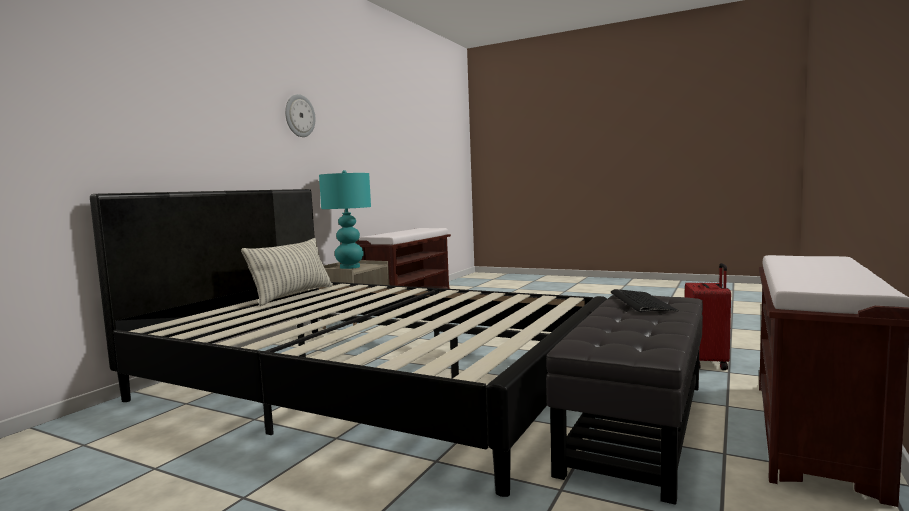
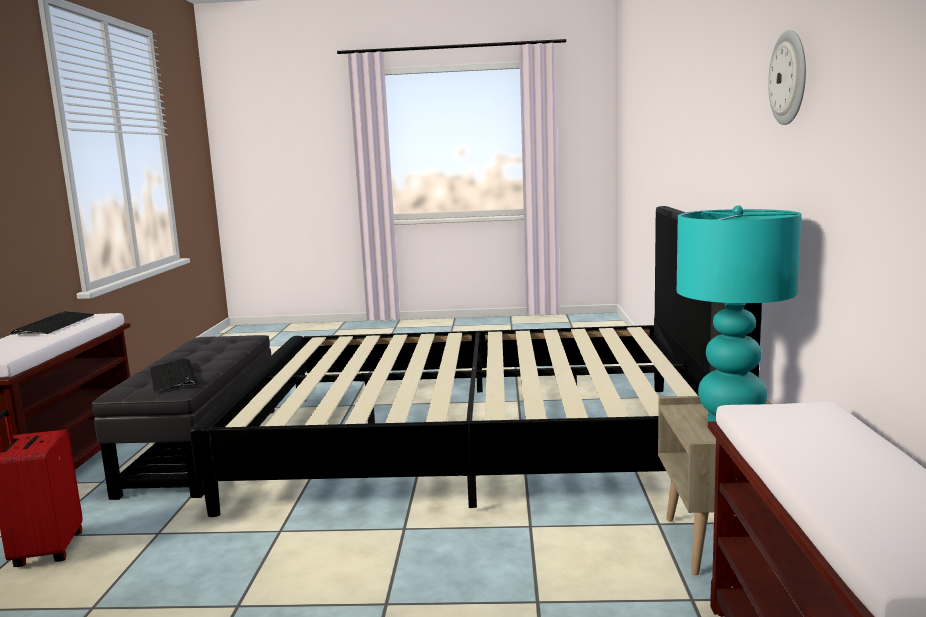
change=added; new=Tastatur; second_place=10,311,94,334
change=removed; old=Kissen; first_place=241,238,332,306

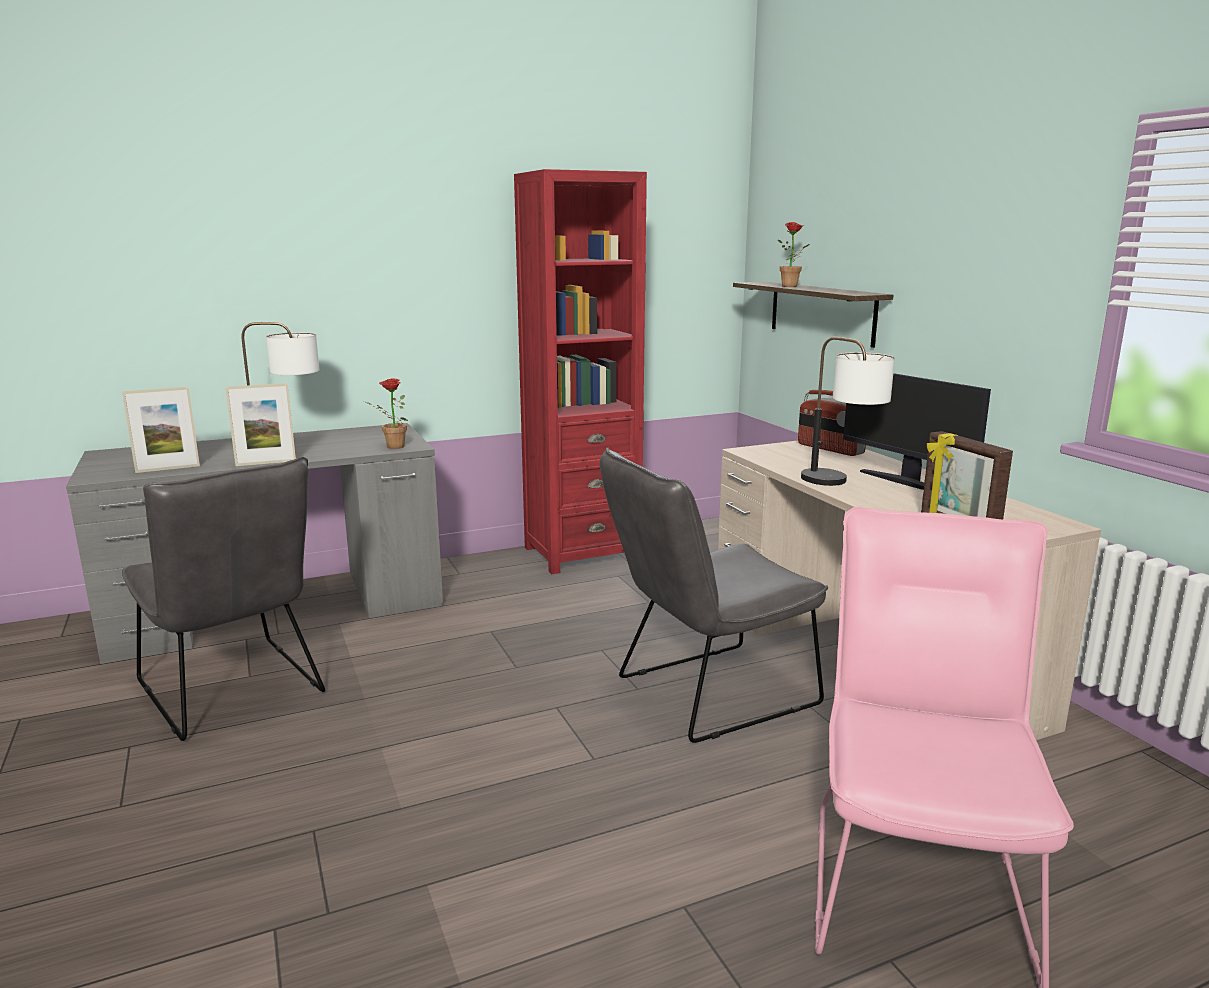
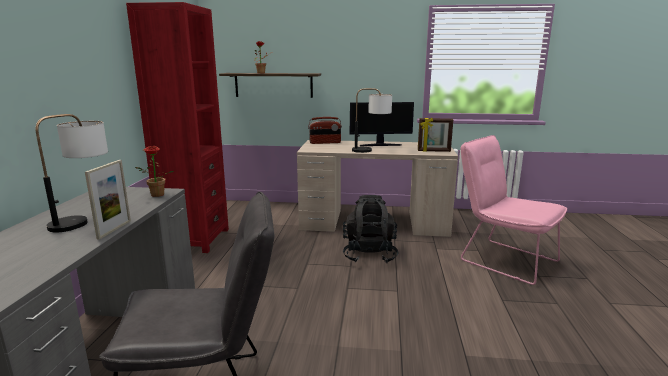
change=replaced; old=Stuhl/grau; new=Rucksack/schwarz; first_place=600,448,828,743; second_place=343,195,398,263
change=removed; old=Bilderrahmen; first_place=122,387,200,473

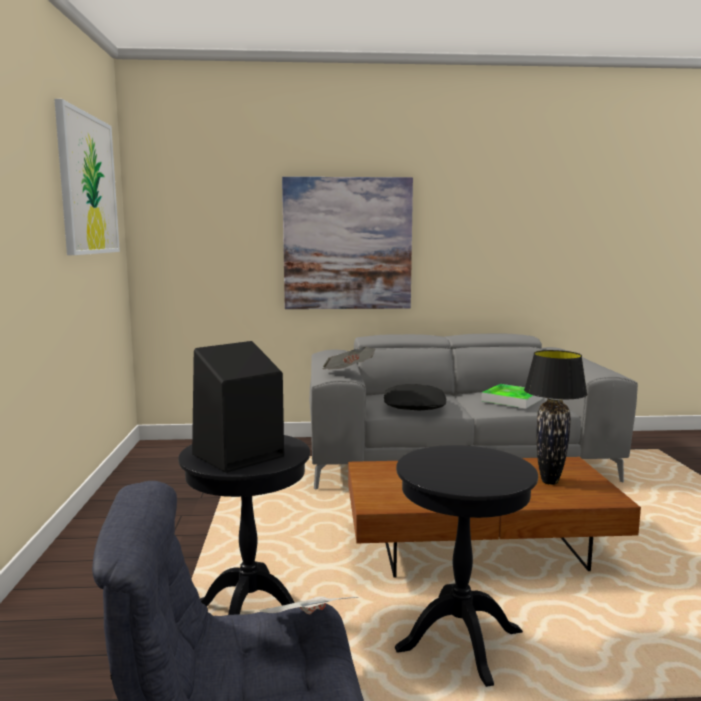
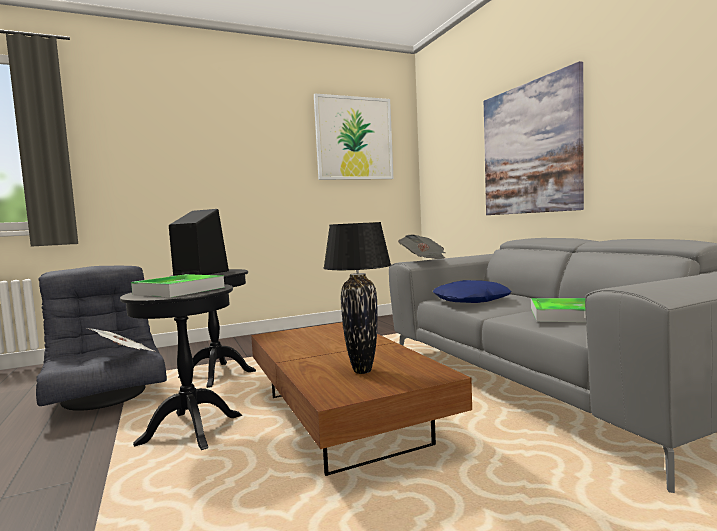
change=added; new=Tablett; second_place=131,274,225,298
change=recoloured; old=Kissen/schwarz; new=Kissen/blau; first_place=384,384,446,410; second_place=433,280,511,303

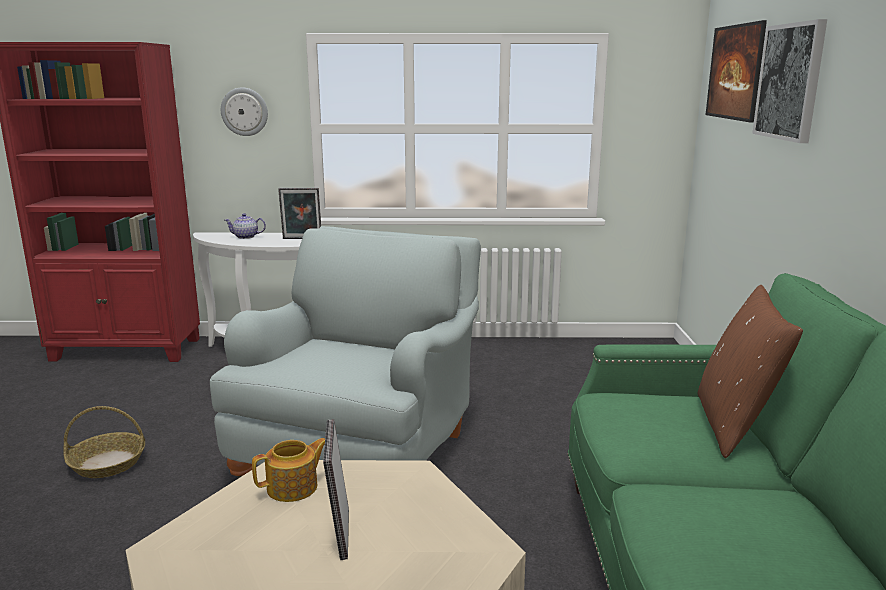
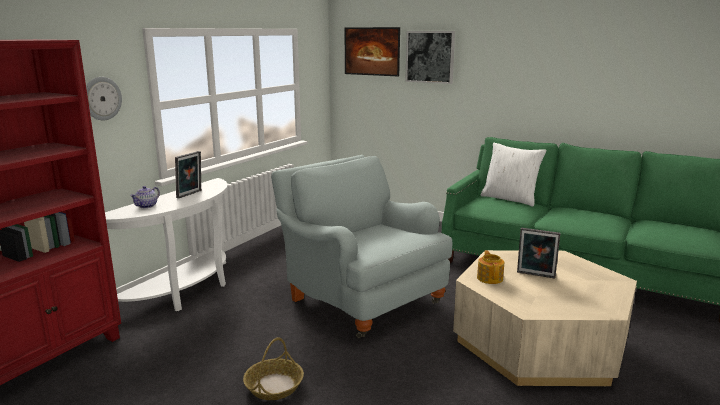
change=recoloured; old=Kissen/braun; new=Kissen/weiß; first_place=698,285,803,458; second_place=480,143,546,207

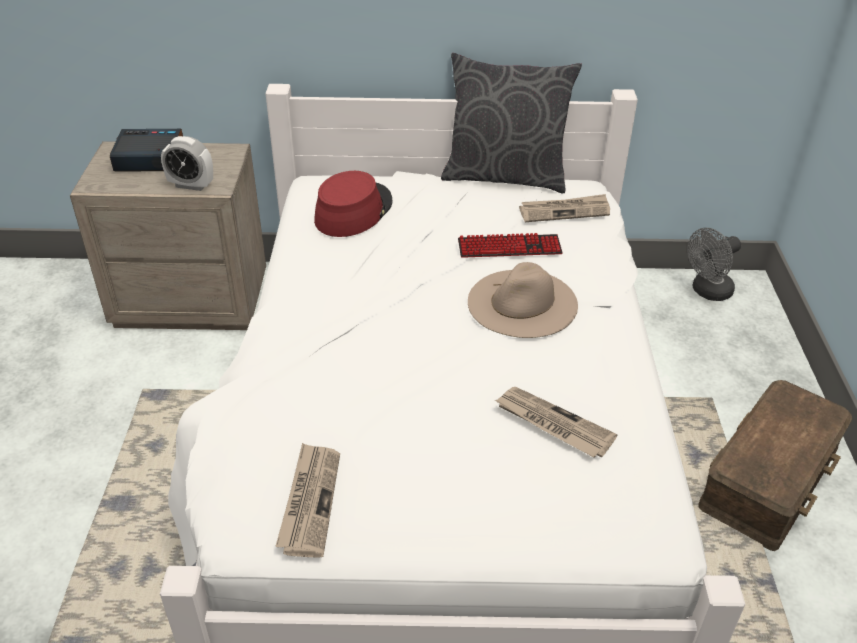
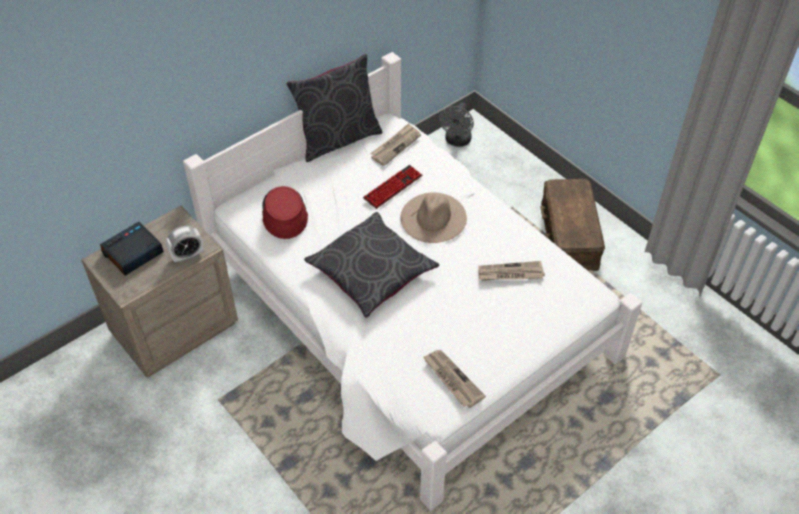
change=added; new=Kissen/grau; second_place=304,212,439,318

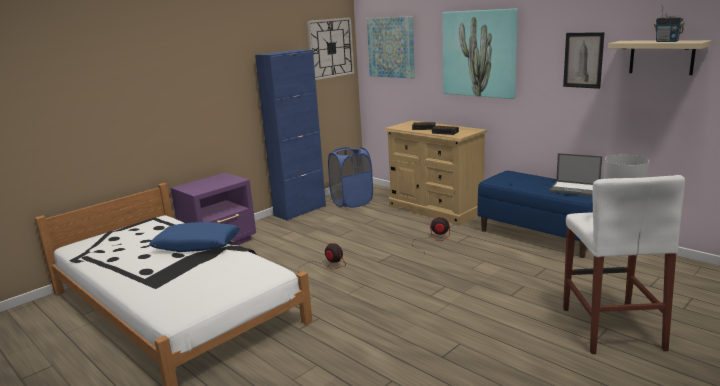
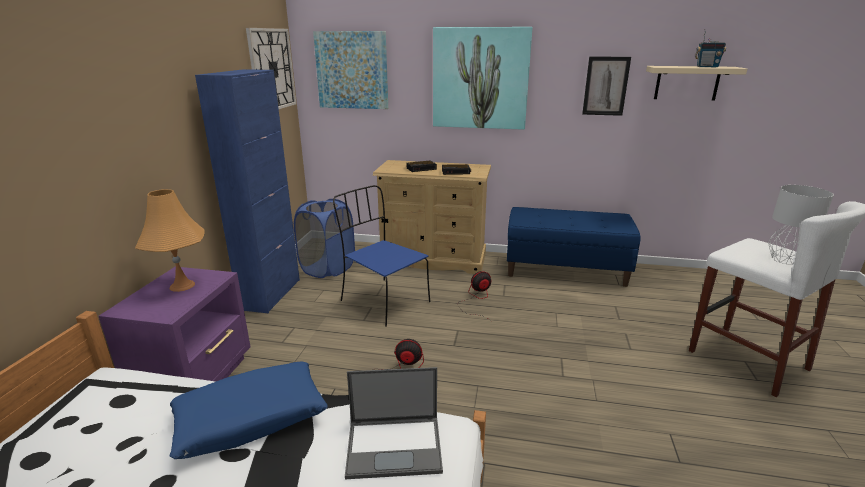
change=added; new=Tischlampe/orange; second_place=135,189,205,292
change=added; new=Stuhl/blau; second_place=333,185,430,327
change=moved; old=Laptop; first_place=549,153,602,196; second_place=345,367,443,479

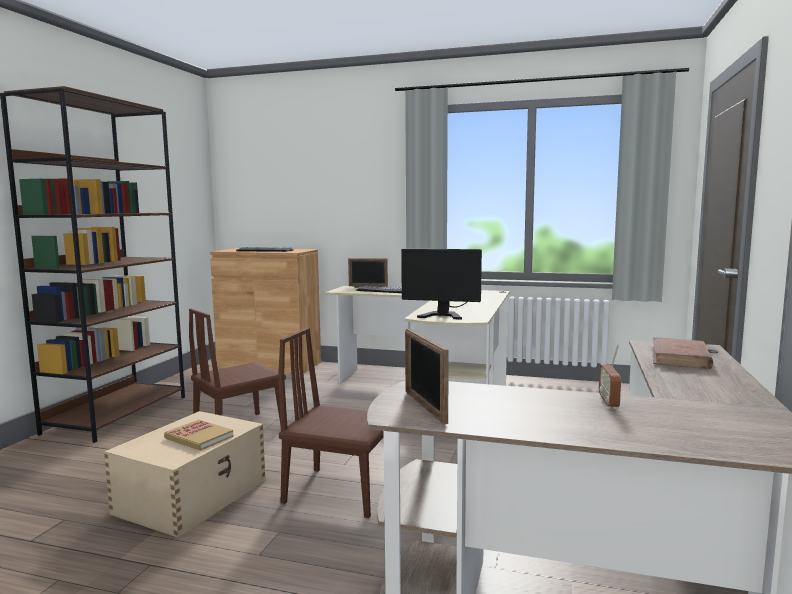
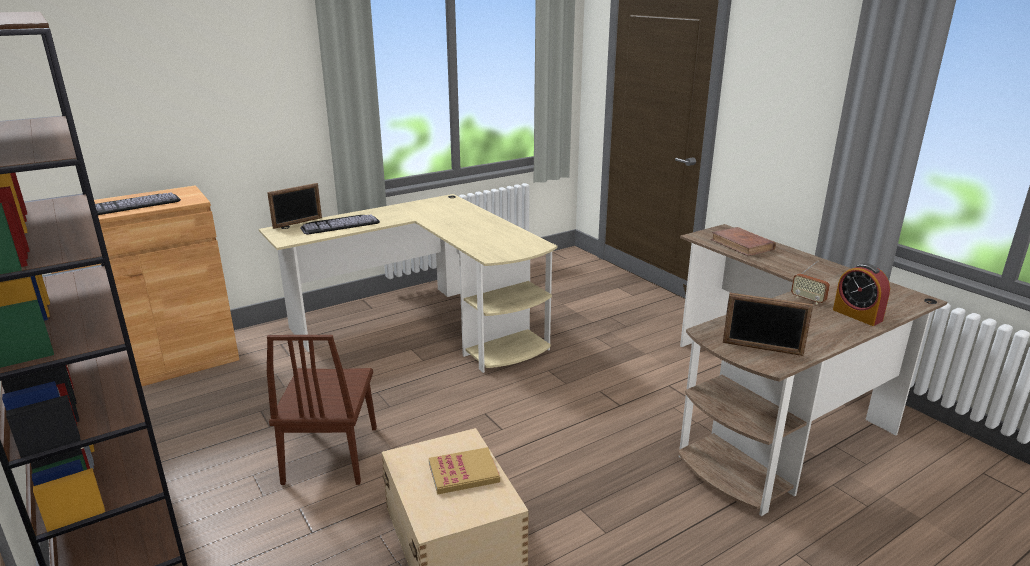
change=added; new=Wecker; second_place=833,263,890,326
change=removed; old=Stuhl/braun; first_place=278,328,384,518
change=removed; old=Monitor; first_place=401,249,482,320

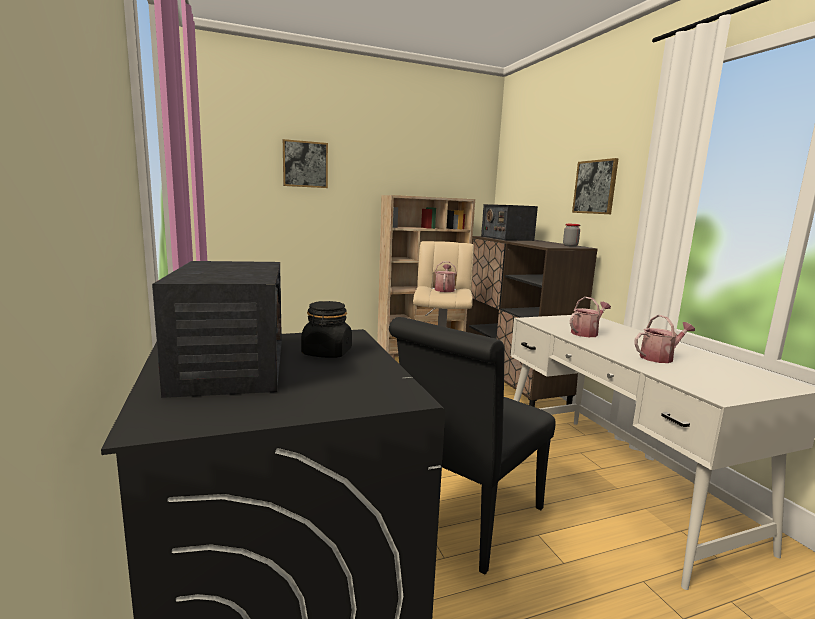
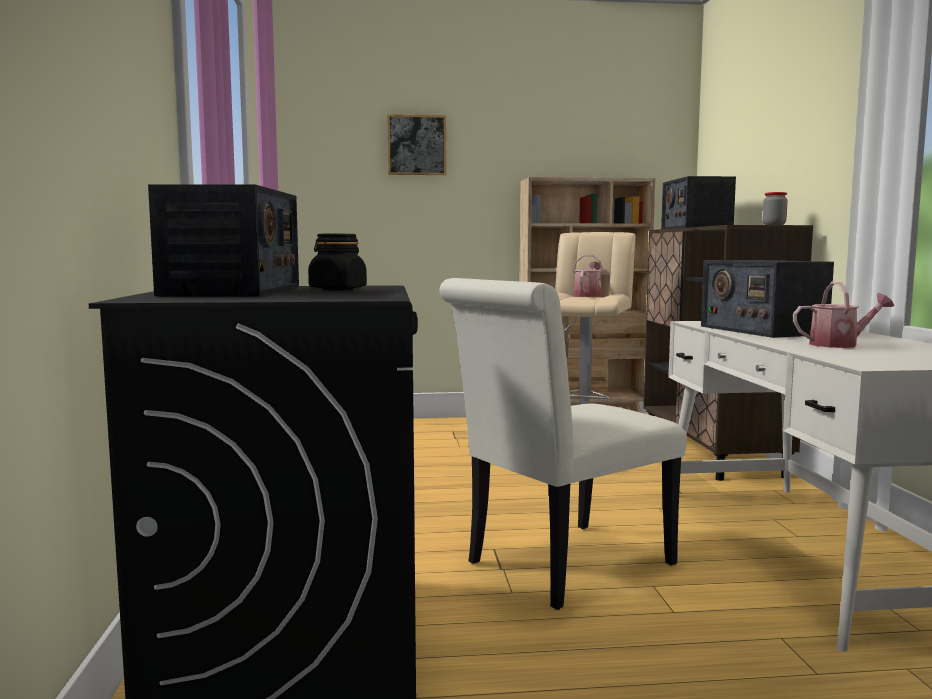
change=recoloured; old=Stuhl/schwarz; new=Stuhl/weiß; first_place=389,317,556,575; second_place=439,278,687,610
change=replaced; old=Gießkanne; new=Radio; first_place=570,297,611,337; second_place=701,260,834,338
change=removed; old=Bild; first_place=572,158,619,214

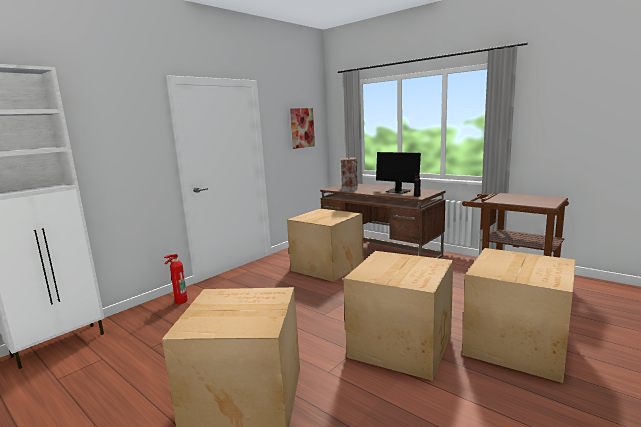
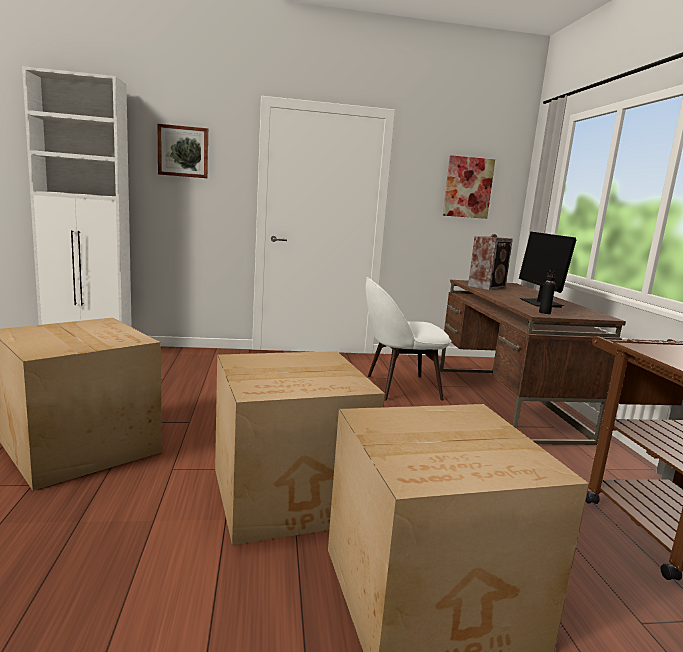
change=added; new=Bild; second_place=158,124,208,178
change=replaced; old=Karton; new=Stuhl/weiß; first_place=287,208,364,282; second_place=366,277,451,401
change=removed; old=Feuerlöscher; first_place=164,254,188,304

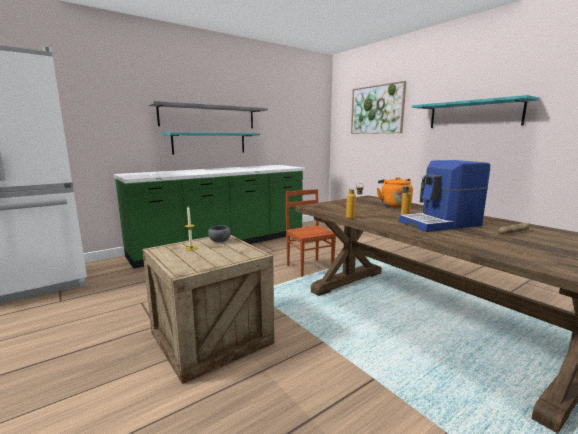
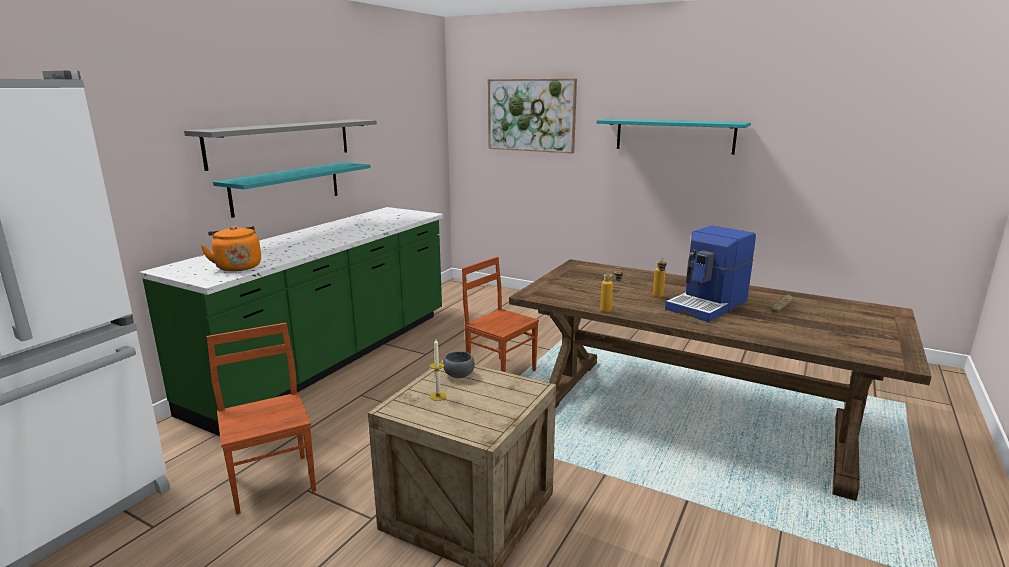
change=moved; old=Wasserkessel/orange; first_place=377,177,413,208; second_place=200,226,261,271
change=added; new=Stuhl/braun; second_place=207,323,316,515

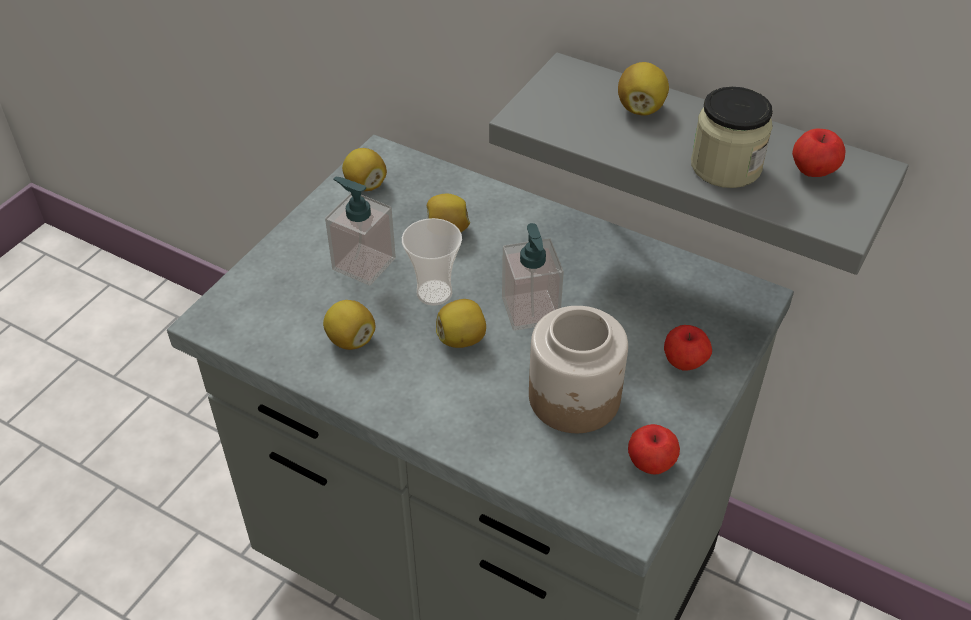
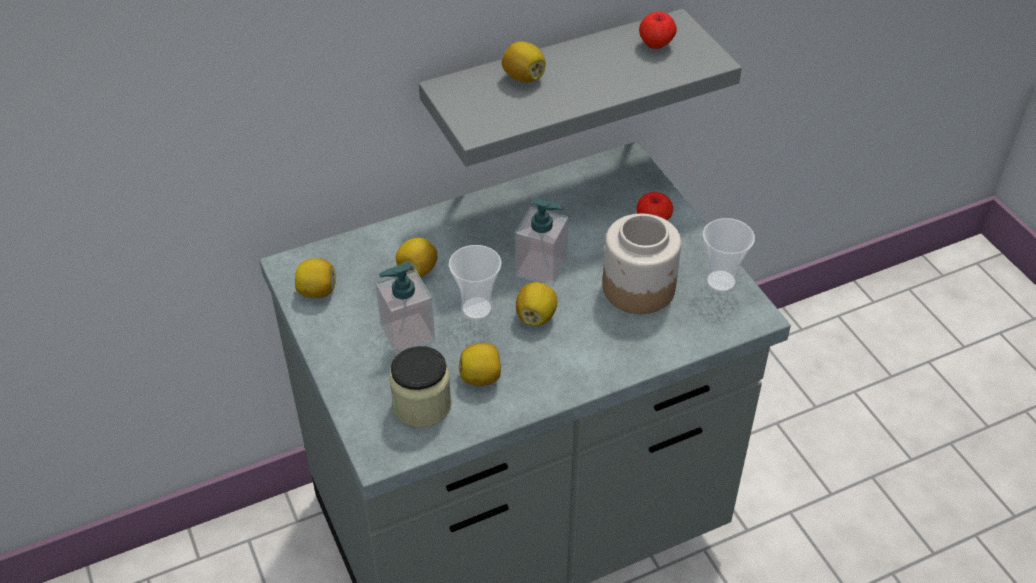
change=moved; old=Vorratsglas; first_place=691,87,773,188; second_place=389,346,451,428
change=replaced; old=Apfel; new=Tasse; first_place=628,424,680,474; second_place=703,218,755,293

